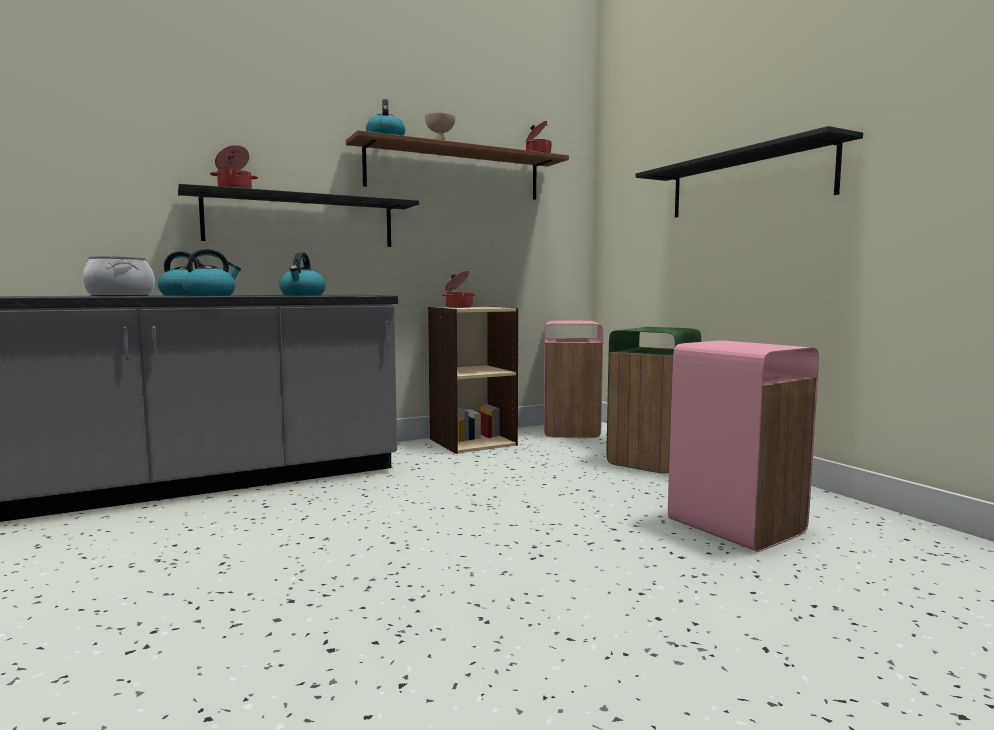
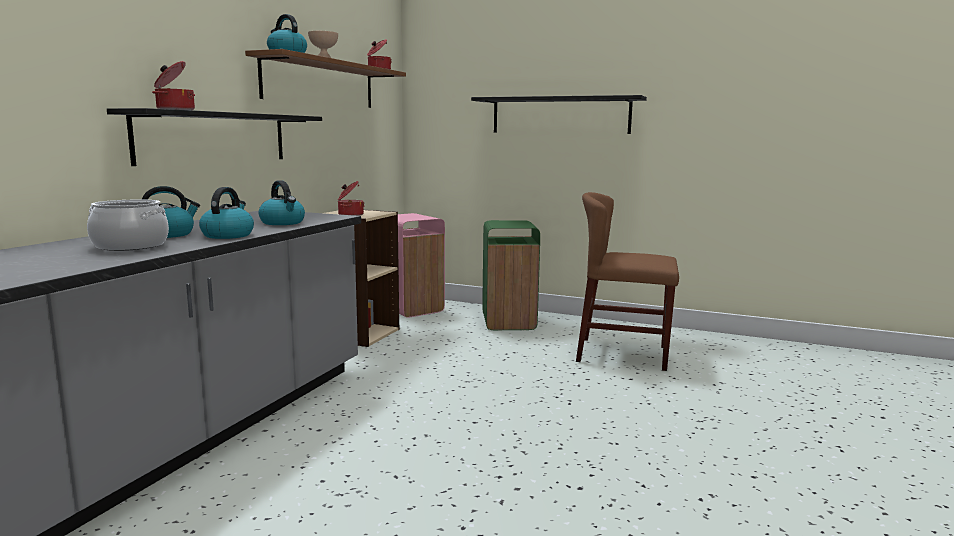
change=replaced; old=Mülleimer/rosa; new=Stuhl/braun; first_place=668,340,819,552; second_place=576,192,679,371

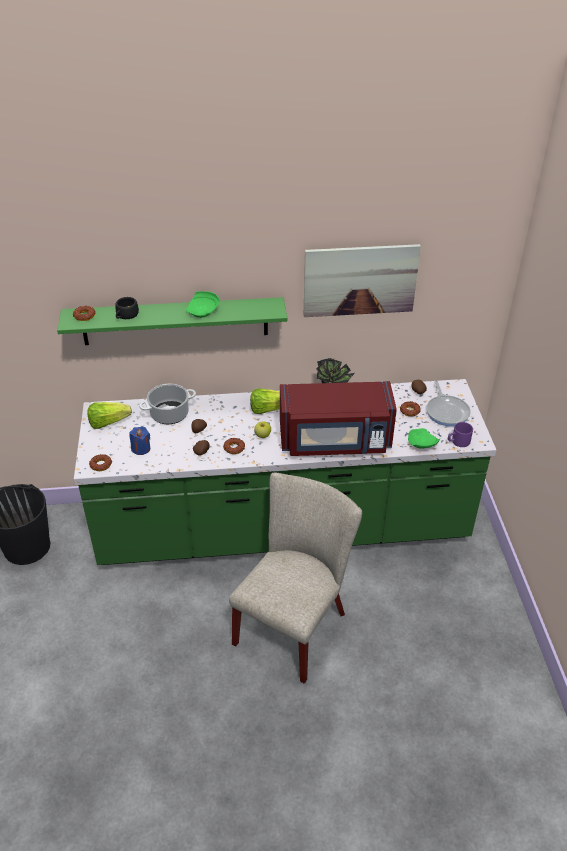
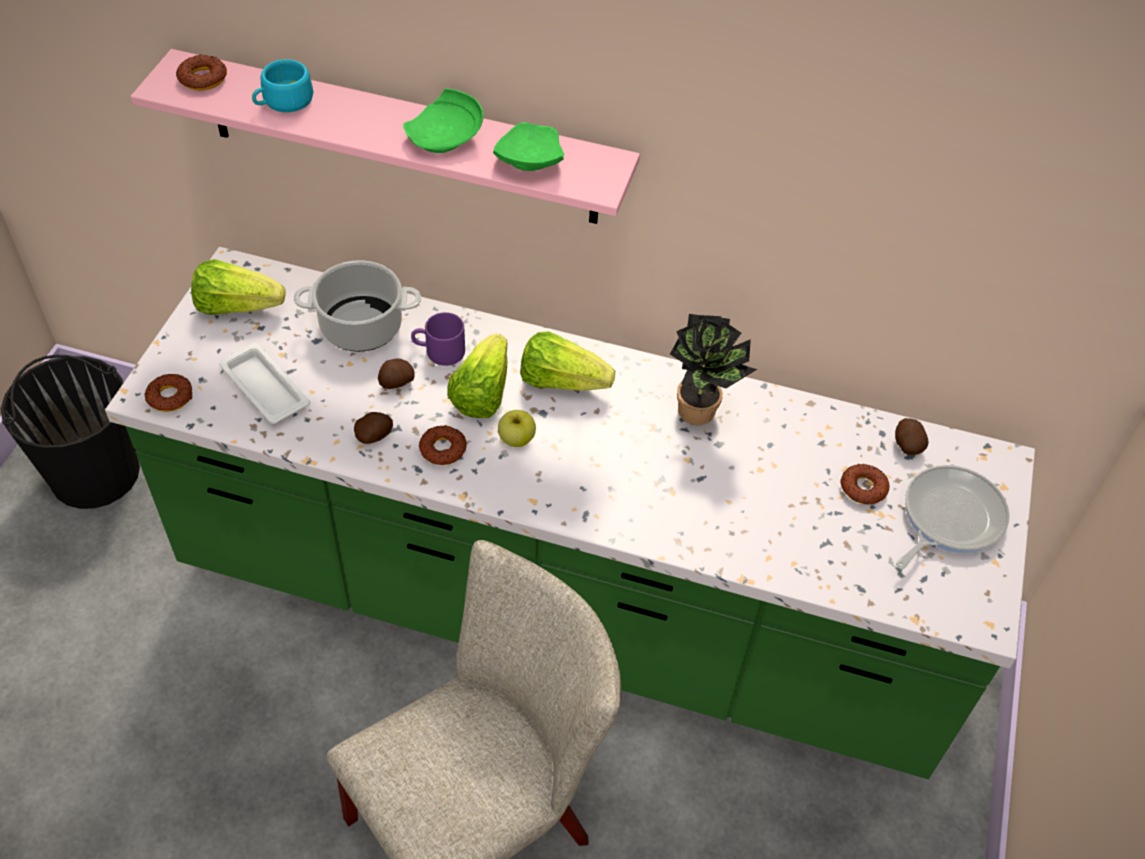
change=recoloured; old=Wandregal/grün; new=Wandregal/rosa; first_place=57,297,287,345; second_place=130,49,640,224
change=replaced; old=Kerze/blau; new=Tablett/weiß; first_place=129,426,150,455; second_place=219,343,310,424
change=recoloured; old=Tasse/schwarz; new=Tasse/türkis; first_place=116,297,139,319; second_place=252,59,313,112
change=moved; old=Henkelbecher/lila; first_place=448,422,473,447; second_place=411,312,465,366
change=added; new=Salatkopf; second_place=447,334,507,418
change=moved; old=Teller/grün; first_place=408,428,440,449; second_place=493,122,564,171
change=turned; old=Pfanne; first_place=426,381,471,426; second_place=896,465,1010,569; degrees=-150
change=removed; old=Mikrowelle/rot; first_place=280,381,397,456
change=removed; old=Bild; first_place=304,244,421,317

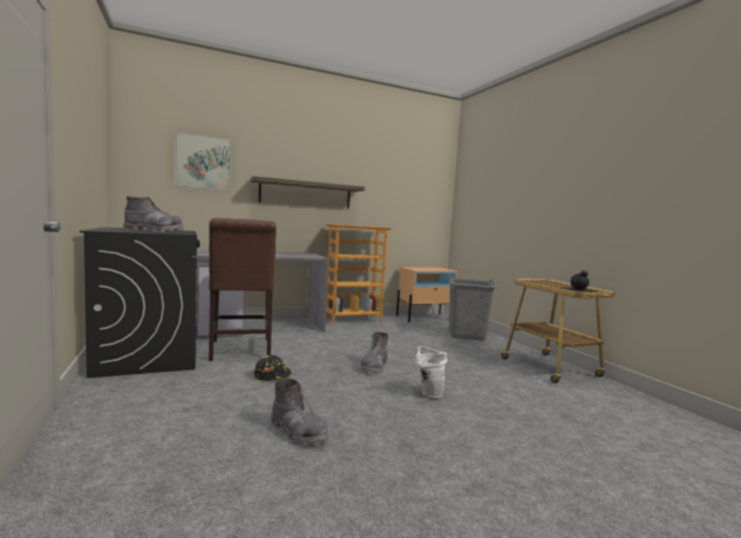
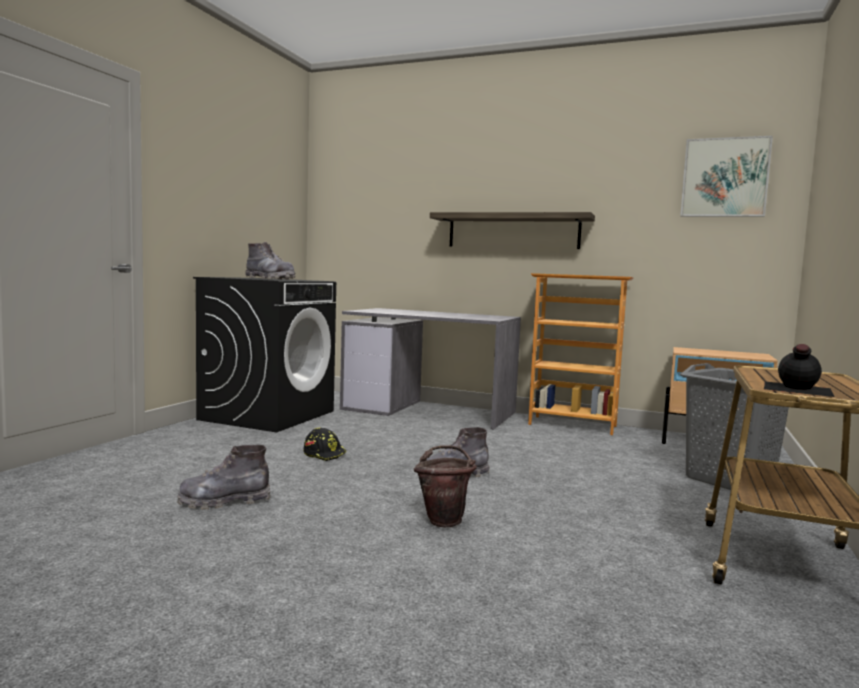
change=turned; old=Stiefel/grau; first_place=271,378,329,446; second_place=177,445,271,510; degrees=75
change=recoloured; old=Eimer/weiß; new=Eimer/braun; first_place=416,346,447,398; second_place=414,445,477,527
change=moved; old=Bild; first_place=175,132,231,190; second_place=680,136,773,217
change=removed; old=Stuhl/braun; first_place=209,218,276,361

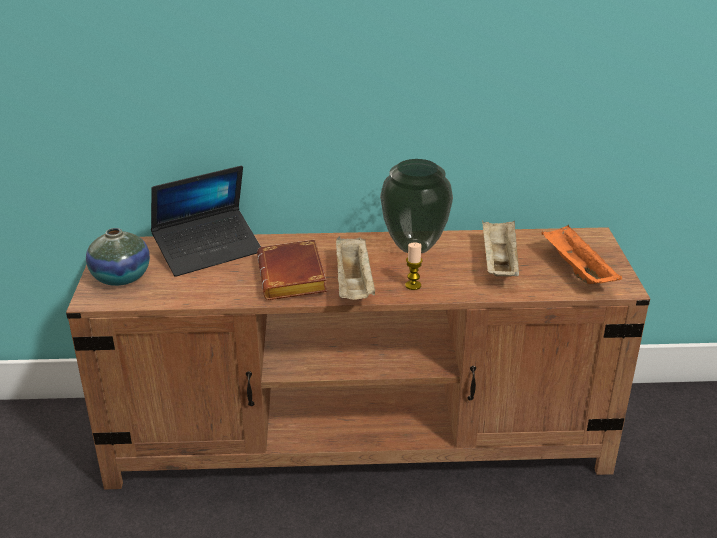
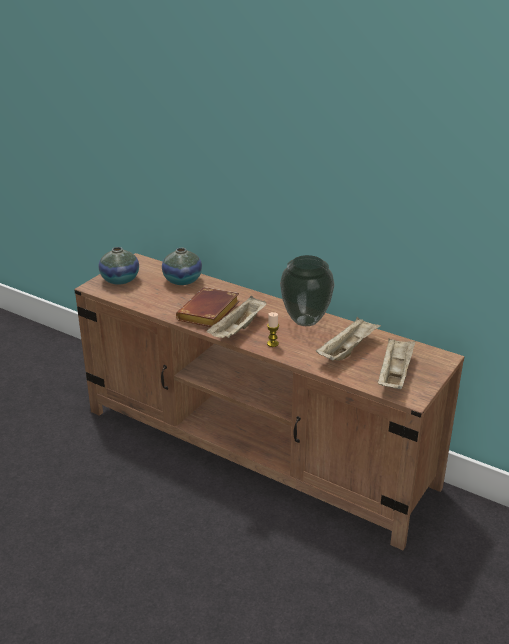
change=replaced; old=Laptop; new=Vase; first_place=151,166,261,277; second_place=162,248,202,285
change=recoloured; old=Tablett/orange; new=Tablett/beige; first_place=541,225,622,284; second_place=378,338,416,389

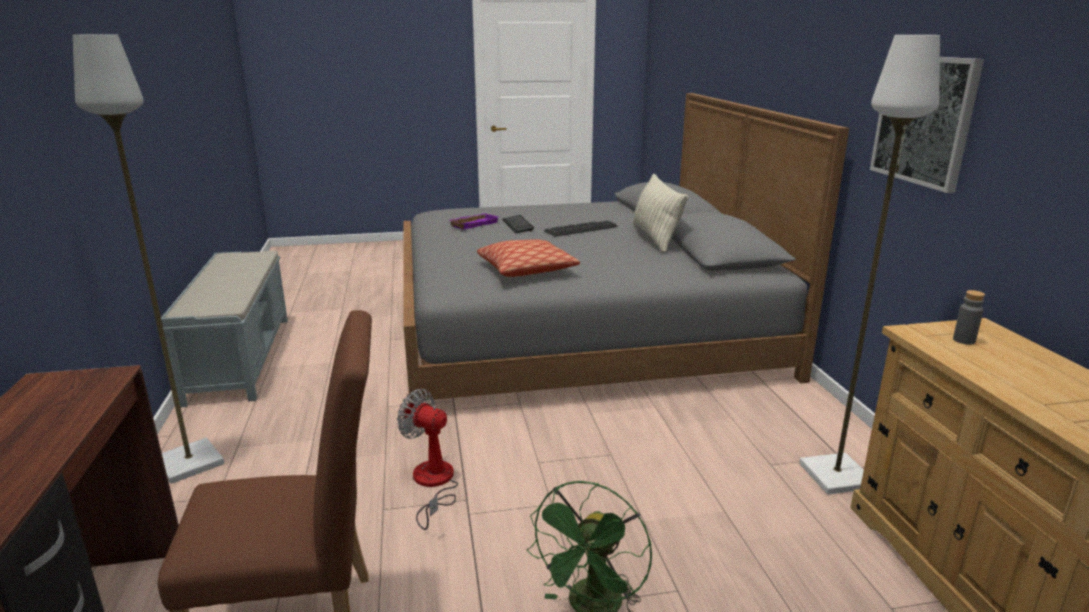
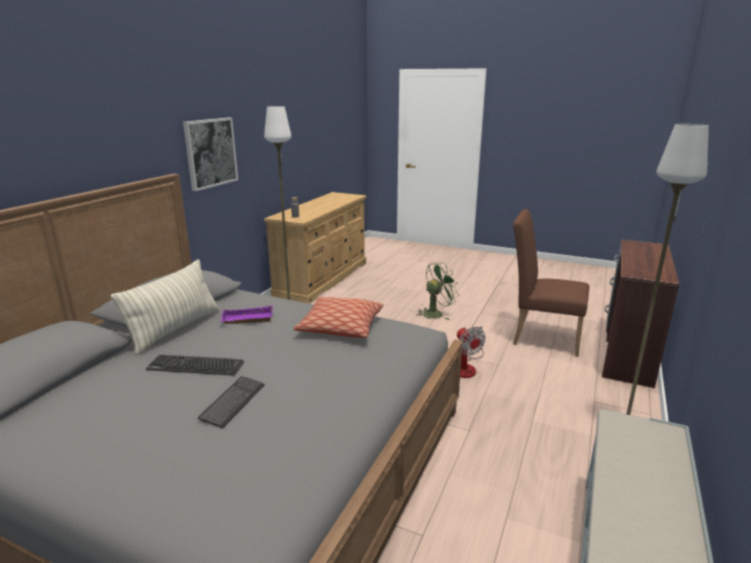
change=moved; old=Tablett/lila; first_place=449,213,499,230; second_place=220,305,273,324

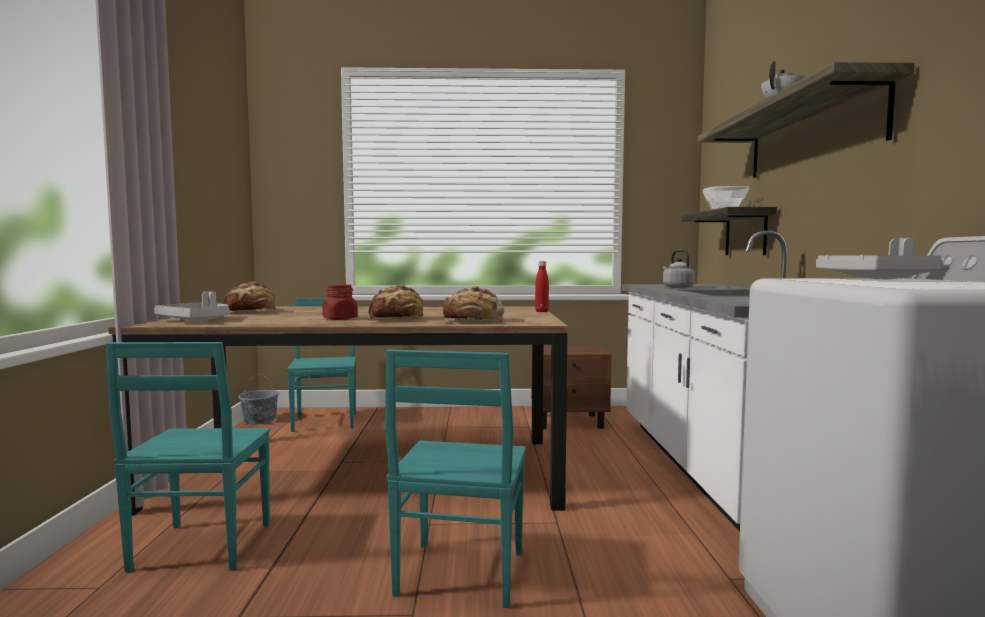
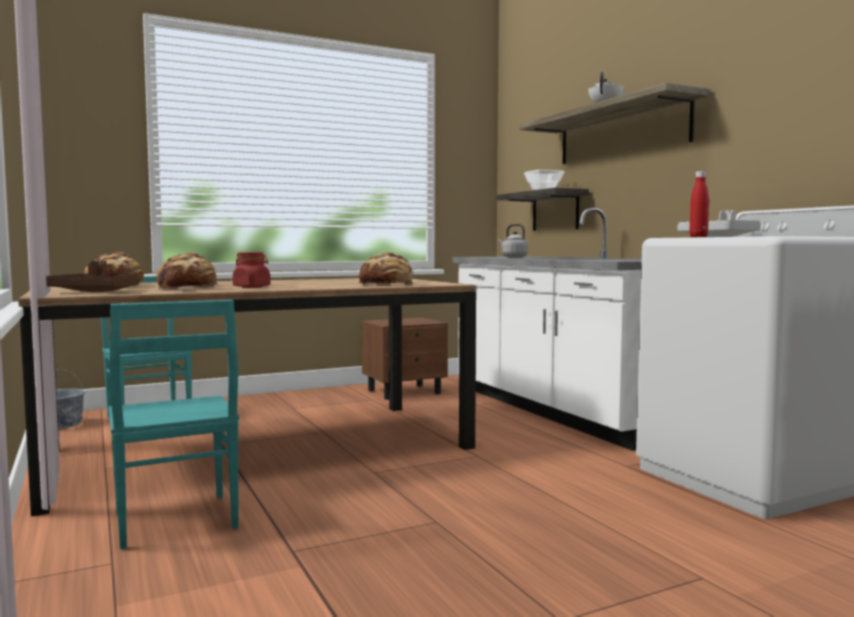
change=recoloured; old=Tablett/grau; new=Tablett/braun; first_place=154,291,230,321; second_place=46,261,139,292
change=moved; old=Brot; first_place=368,285,423,319; second_place=157,252,217,289
change=moved; old=Flasche/rot; first_place=535,261,549,312; second_place=689,171,709,237
change=removed; old=Stuhl/türkis; first_place=385,349,526,608

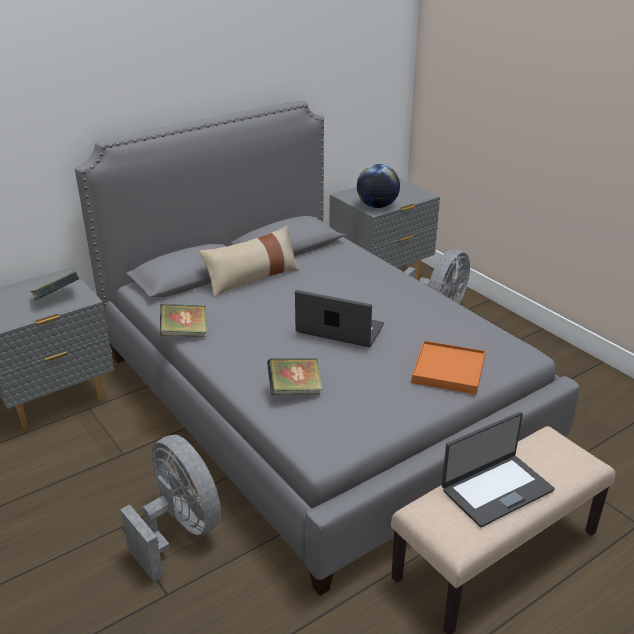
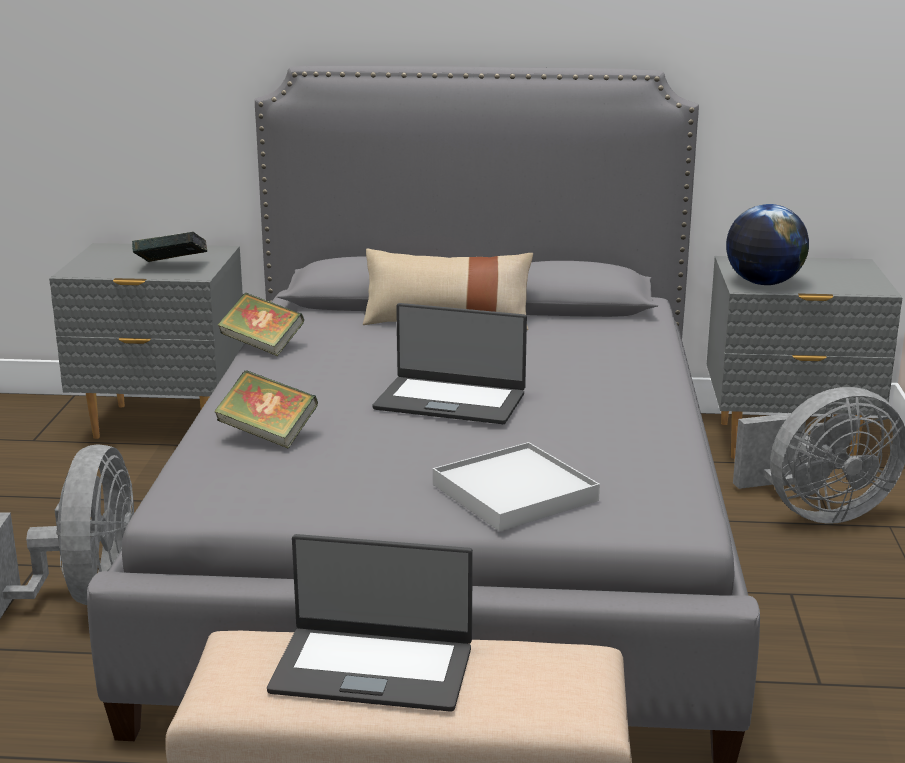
change=turned; old=Laptop; first_place=295,290,384,347; second_place=373,303,527,424; degrees=135
change=recoloured; old=Tablett/orange; new=Tablett/weiß; first_place=411,341,485,395; second_place=433,442,600,532

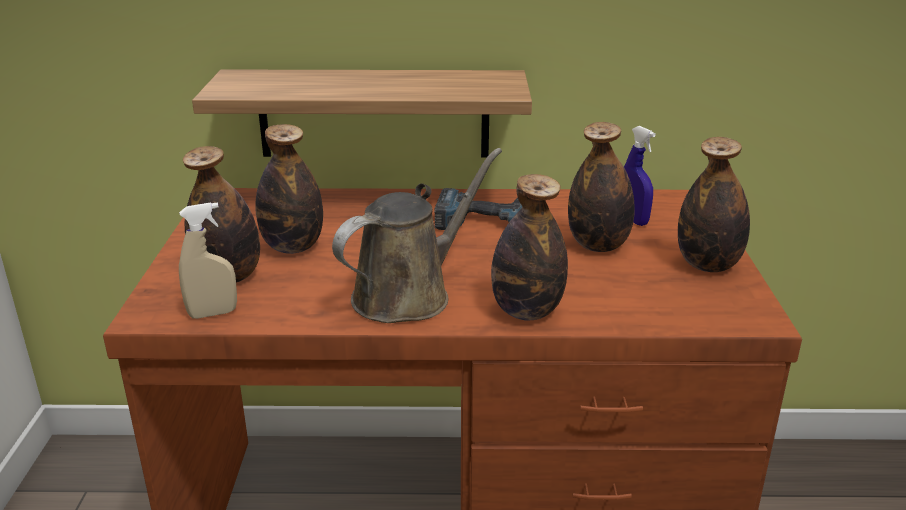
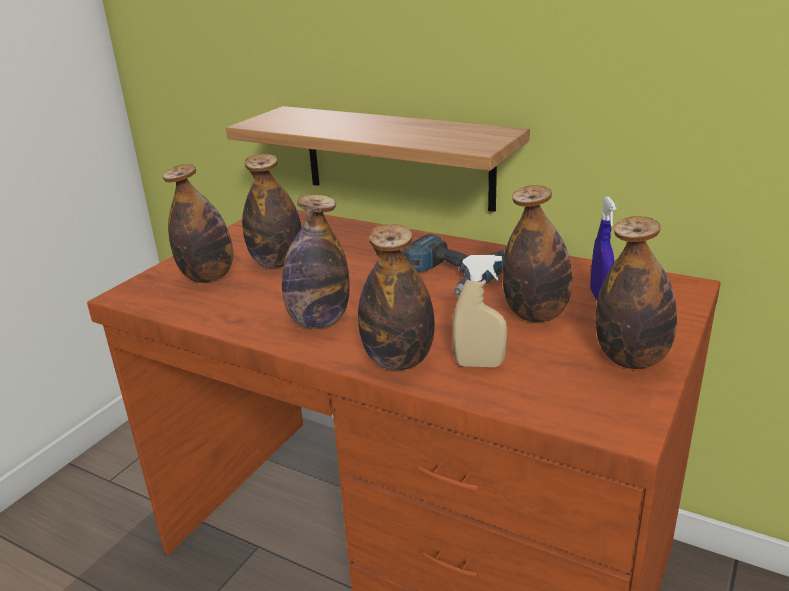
change=replaced; old=Gießkanne/braun; new=Flasche; first_place=332,148,502,323; second_place=282,195,350,329
change=moved; old=Sprühflasche/beige; first_place=179,202,237,319; second_place=452,255,507,367

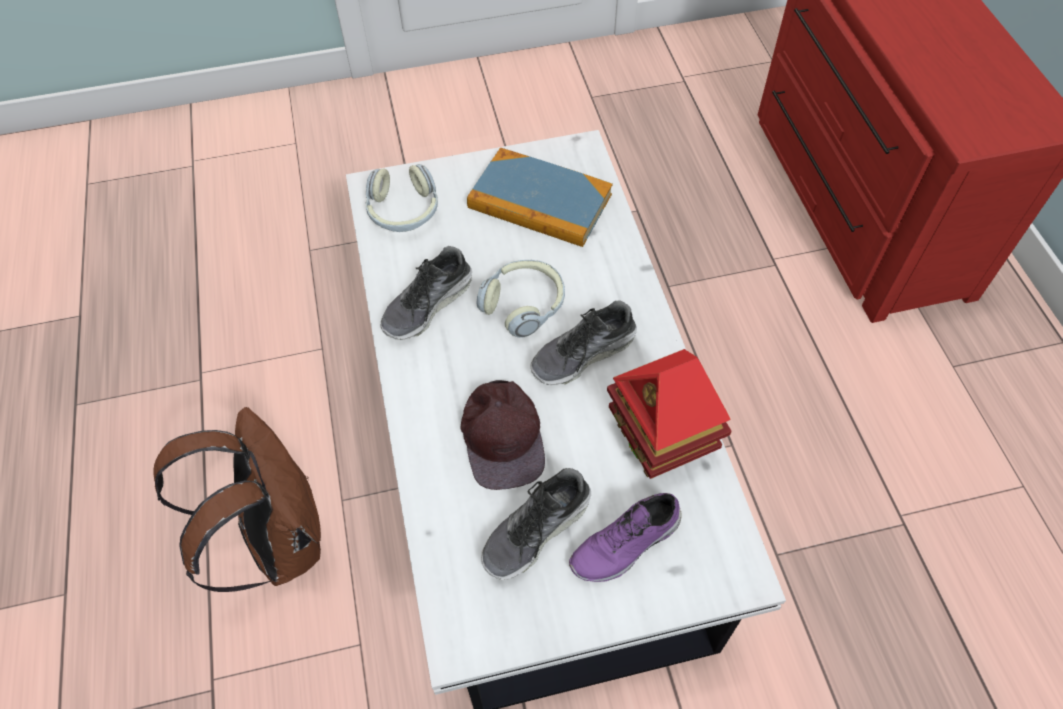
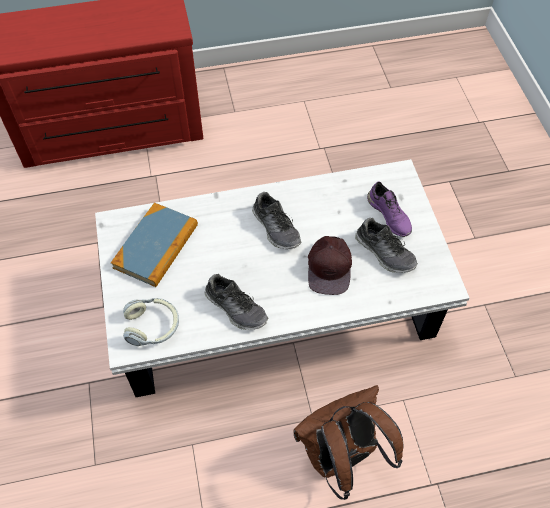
change=turned; old=Kappe/braun; first_place=461,380,545,490; second_place=308,236,352,295; degrees=105
change=removed; old=Kopfhörer; first_place=477,260,565,338
change=removed; old=Spielzeughaus; first_place=607,349,732,479

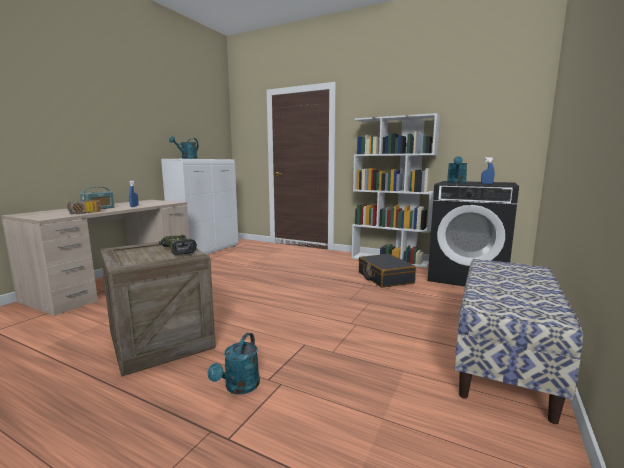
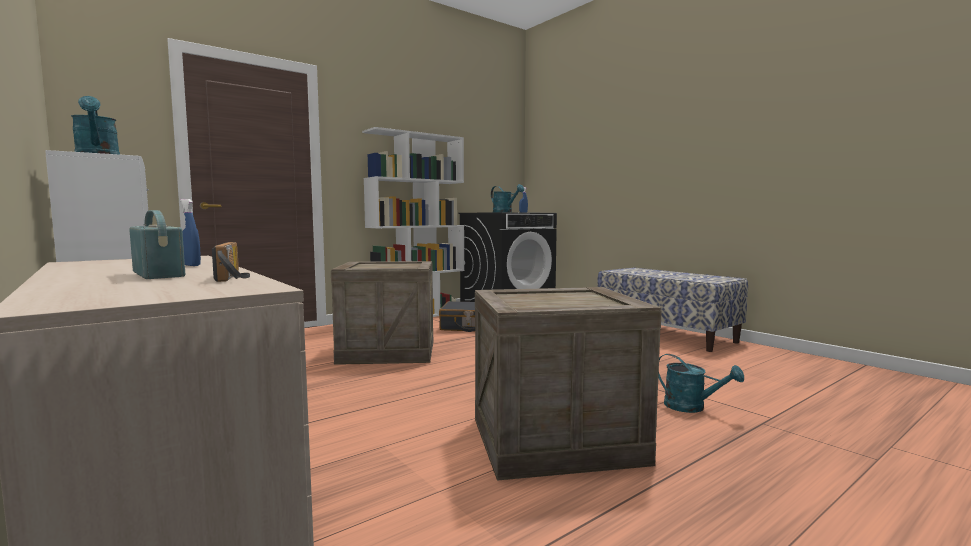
change=added; new=Kiste; second_place=331,261,434,365
change=removed; old=Bohrmaschine; first_place=159,235,197,255

